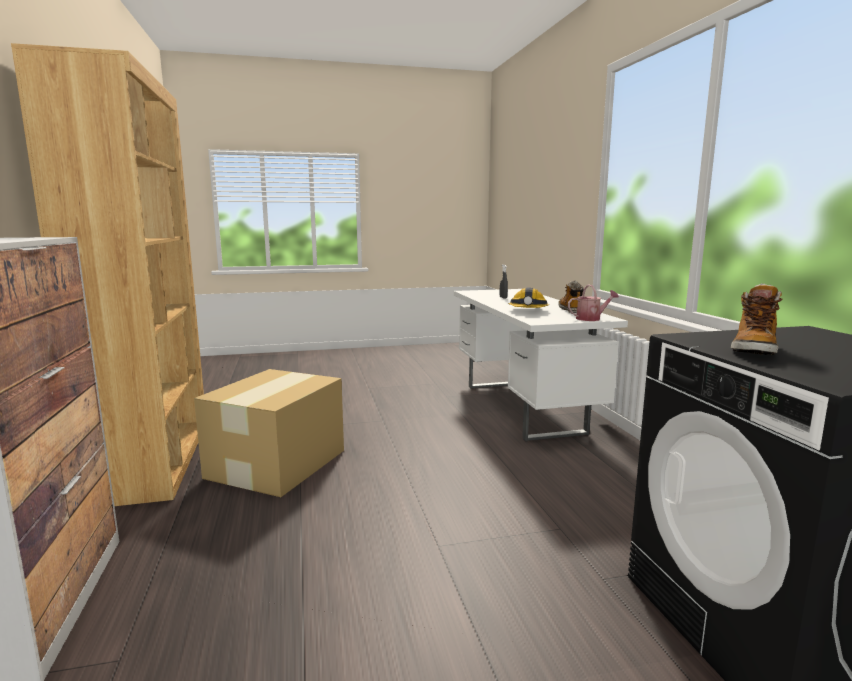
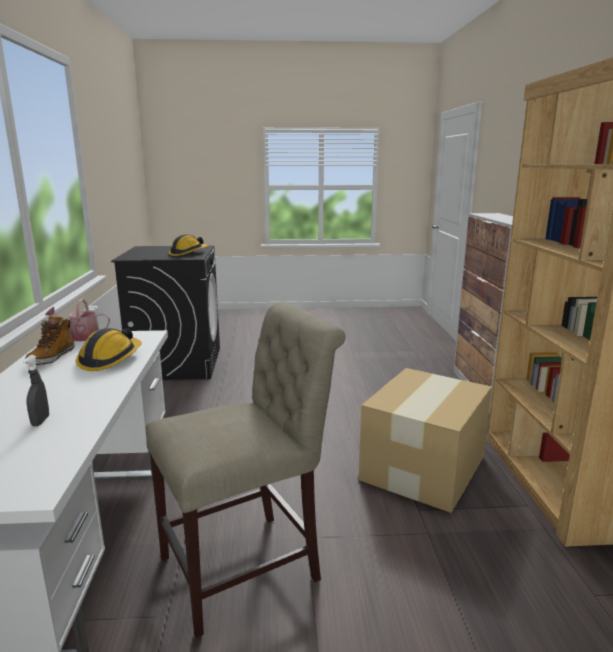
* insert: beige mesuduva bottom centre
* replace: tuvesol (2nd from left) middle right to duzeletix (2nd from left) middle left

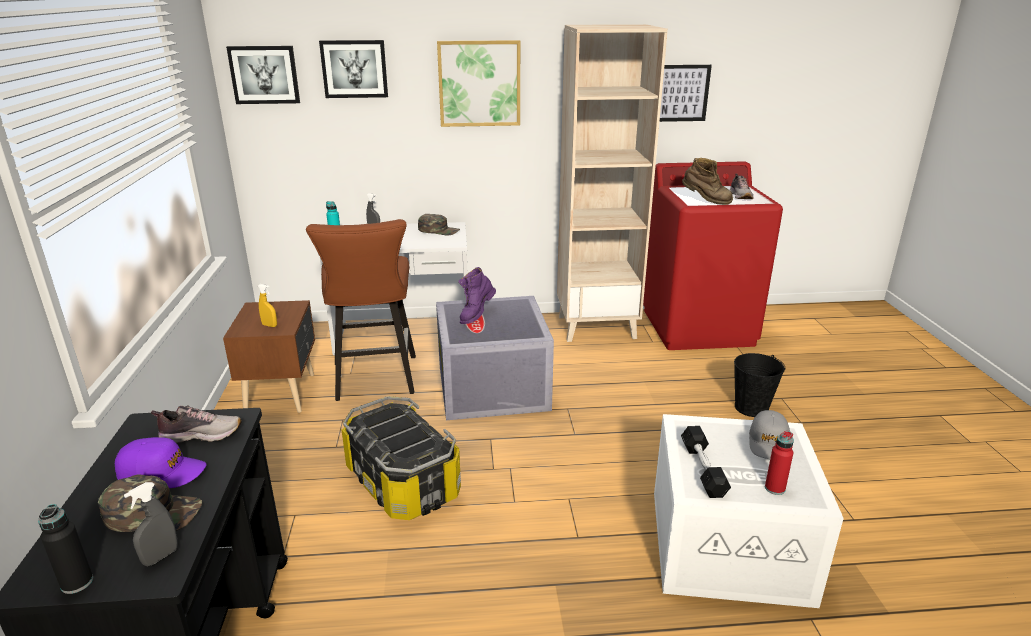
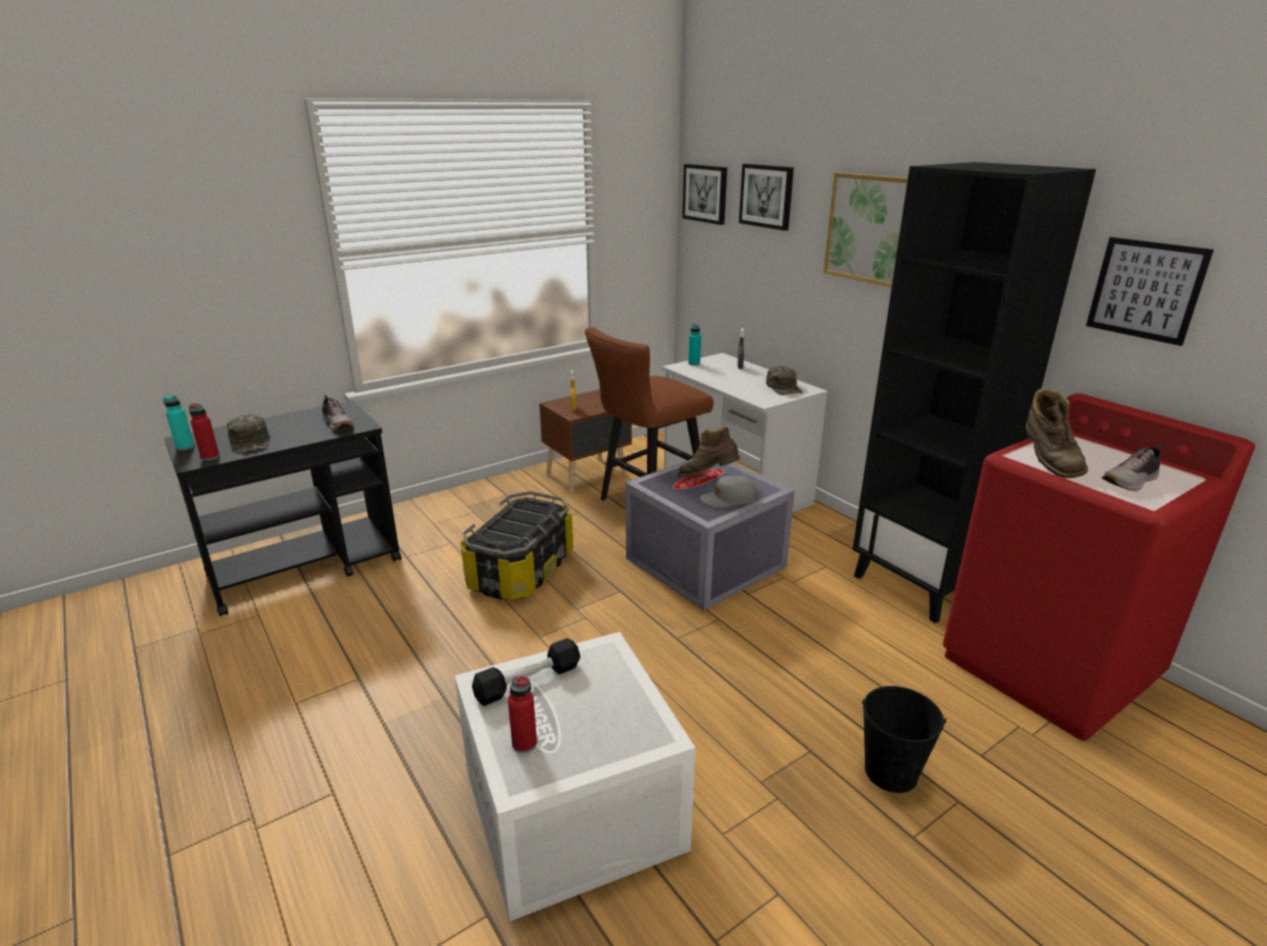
* recolor: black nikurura bottom left to turquoise nikurura (1st from left) middle left
* replace: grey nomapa (1st from left) bottom left to red nikurura (1st from left) middle left
* recolor: purple tuvesol centre to brown tuvesol (1st from left) centre
* move: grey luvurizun bottom right to centre
* recolor: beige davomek top centre to black davomek middle right
* delete: purple luvurizun bottom left

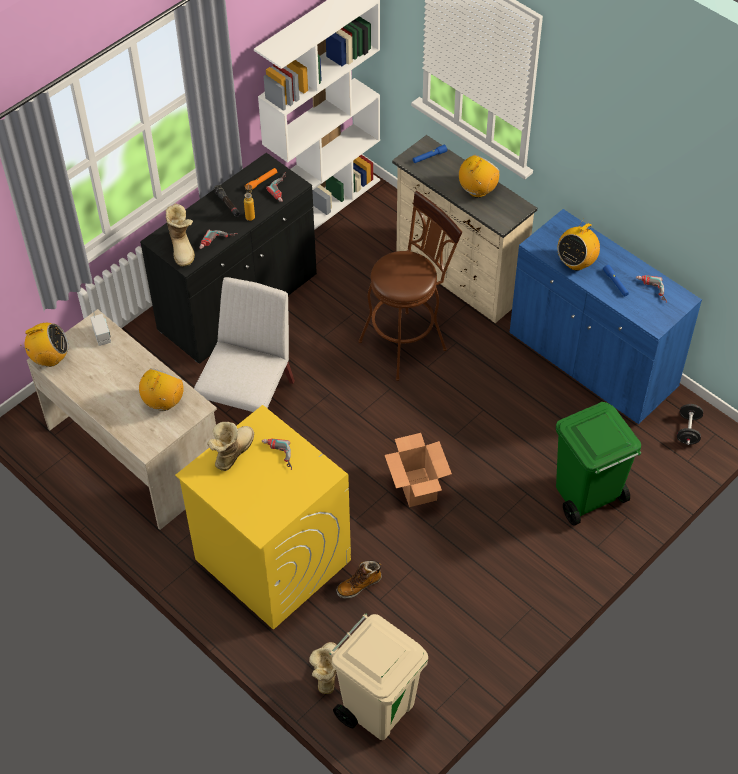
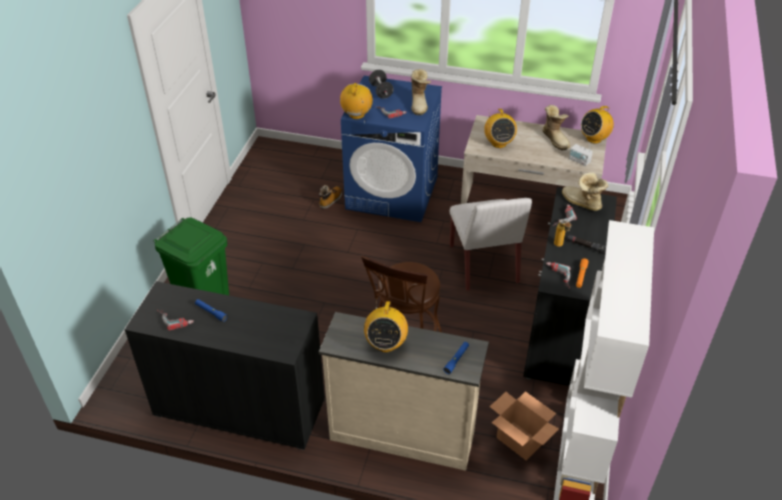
* recolor: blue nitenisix middle right to black nitenisix (1st from left) bottom left
* move: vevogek (5th from left in the first image) top right to vevogek (1st from left) top centre
* recolor: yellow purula bottom centre to blue purula top centre
* move: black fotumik middle right to top centre
* move: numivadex centre to bottom right
* move: tuvesol (3rd from left) bottom centre to top right
* delete: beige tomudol bottom centre

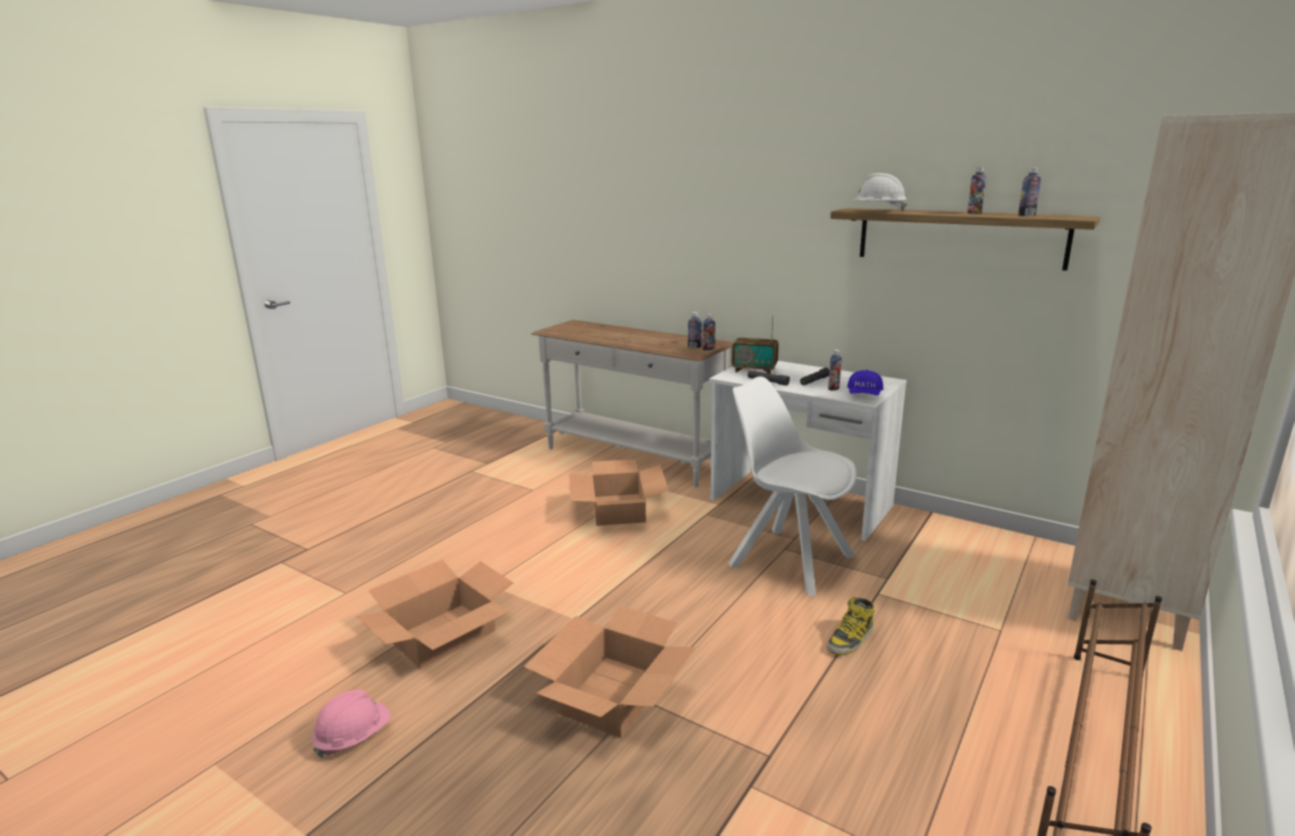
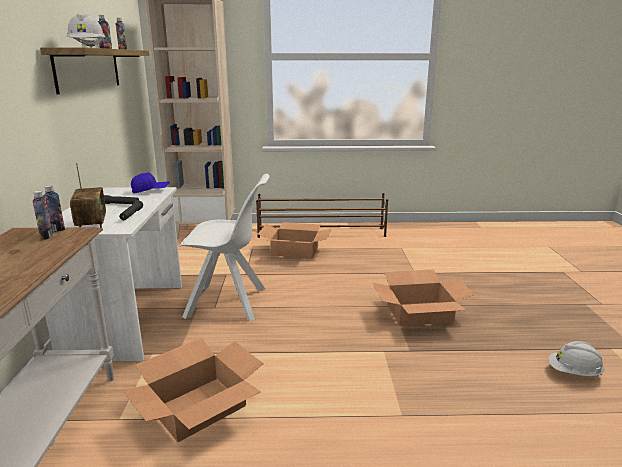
* rotate: white mesuduva centre = centre 90 degrees counterclockwise
* move: numivadex (1st from left in the first image) bottom centre to numivadex (2nd from left) centre
* recolor: pink duzeletix bottom left to white duzeletix (2nd from left) bottom right
* delete: tuvesol bottom centre
* delete: nikurura (3rd from left) centre

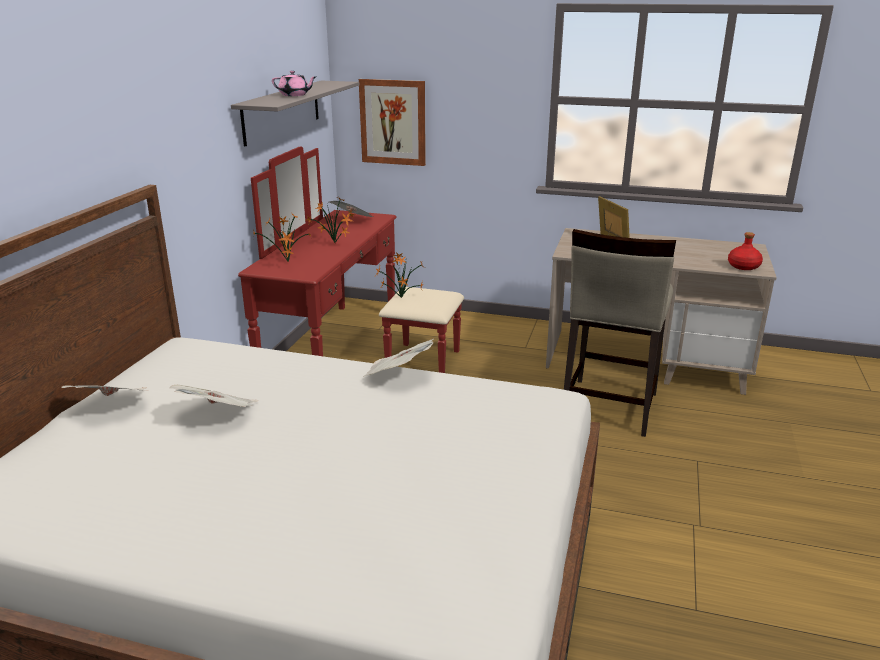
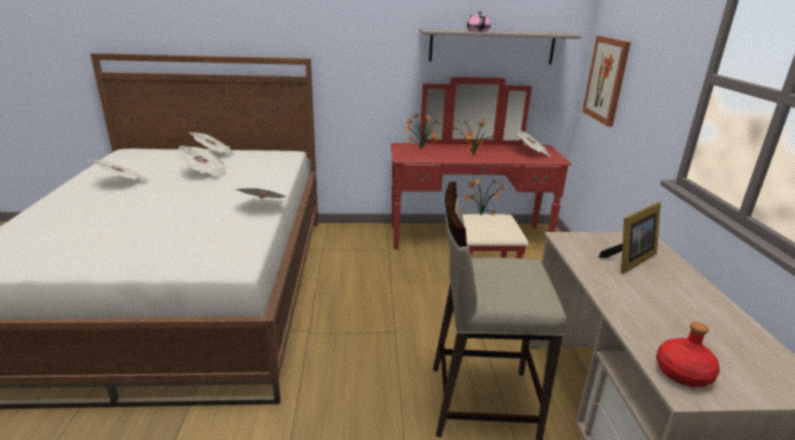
* insert: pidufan (1st from left) middle left

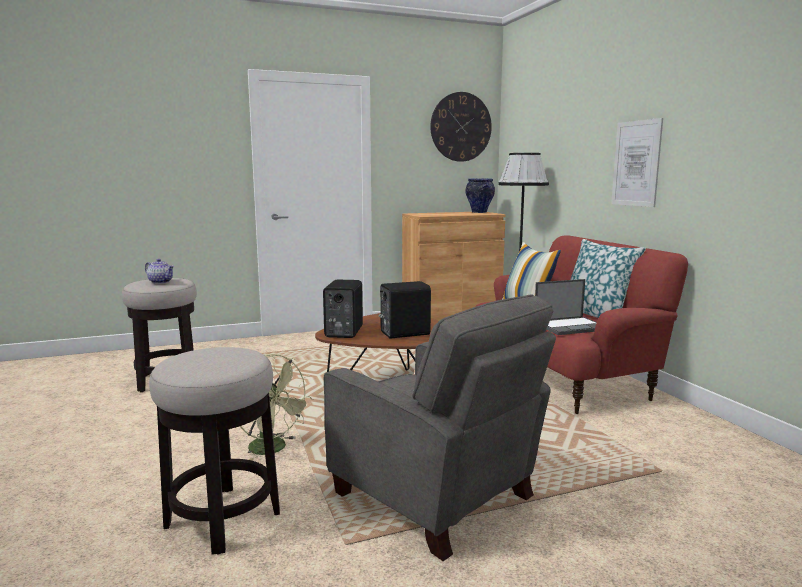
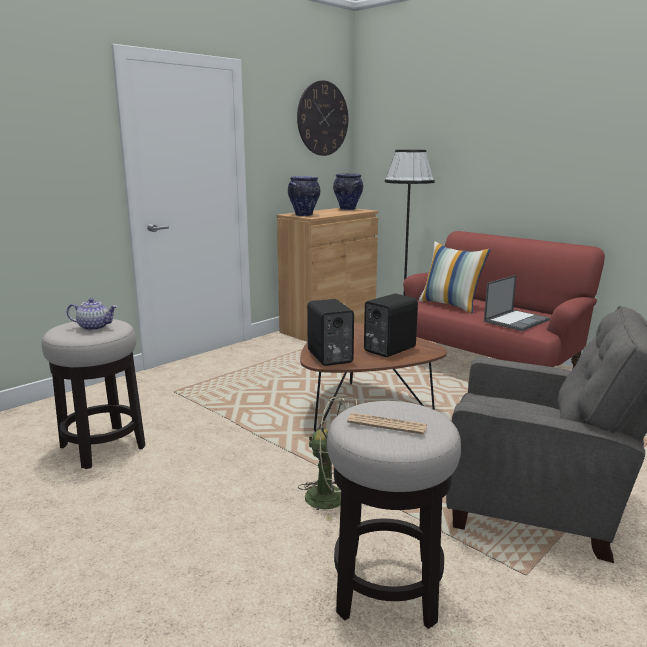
* insert: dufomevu (1st from left) top centre
* insert: pidufan centre
* delete: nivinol (2nd from left) middle right
* delete: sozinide top right

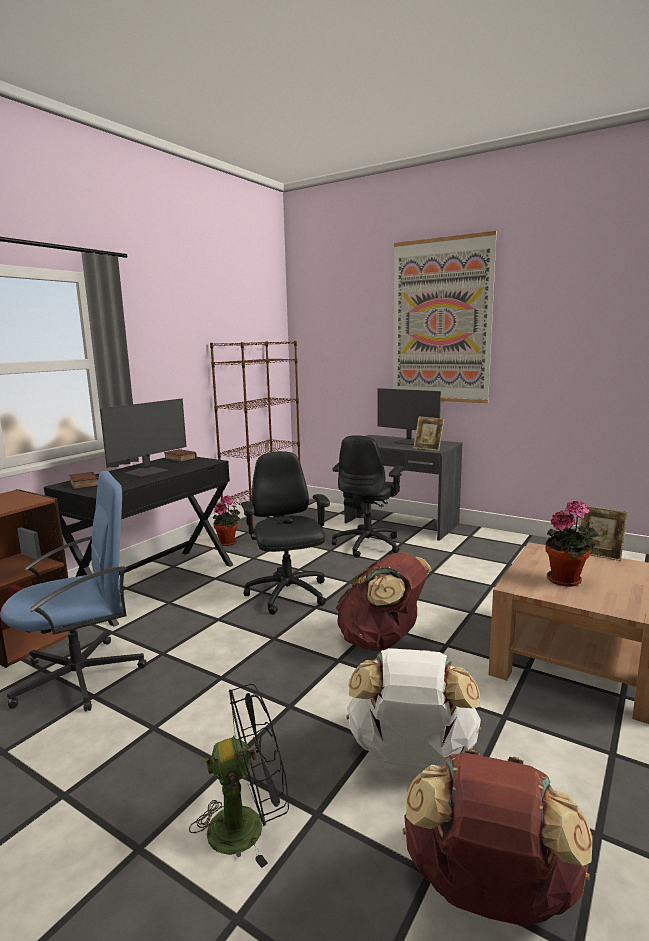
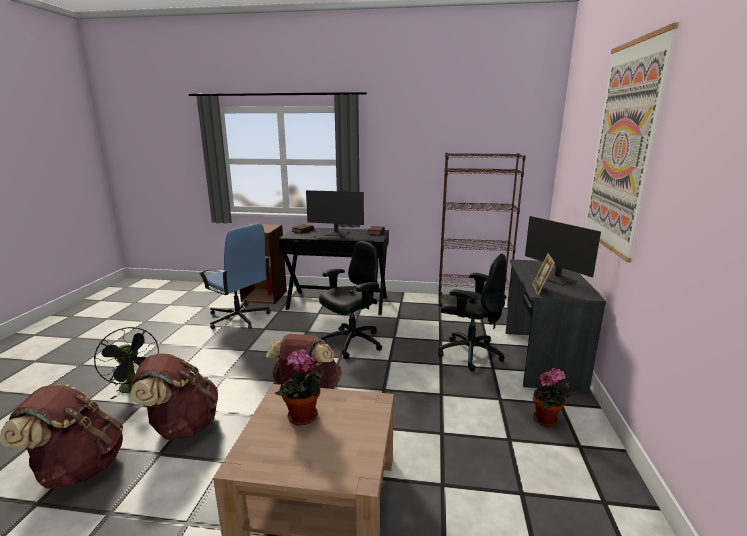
* recolor: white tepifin bottom centre to brown tepifin (2nd from left) bottom left
* rotate: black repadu (2nd from left) centre = centre 150 degrees counterclockwise
* rotate: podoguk (2nd from left) centre = middle right 45 degrees counterclockwise
* move: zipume (1st from left in the first image) centre to zipume (2nd from left) bottom right
* delete: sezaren (2nd from left) middle right

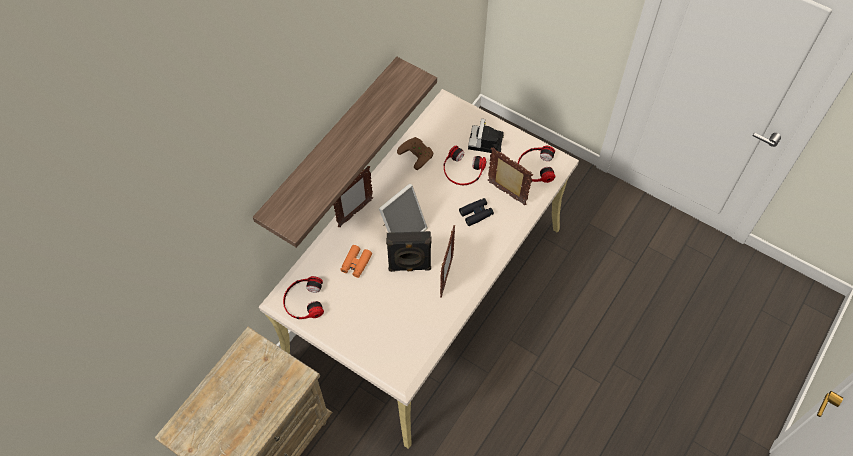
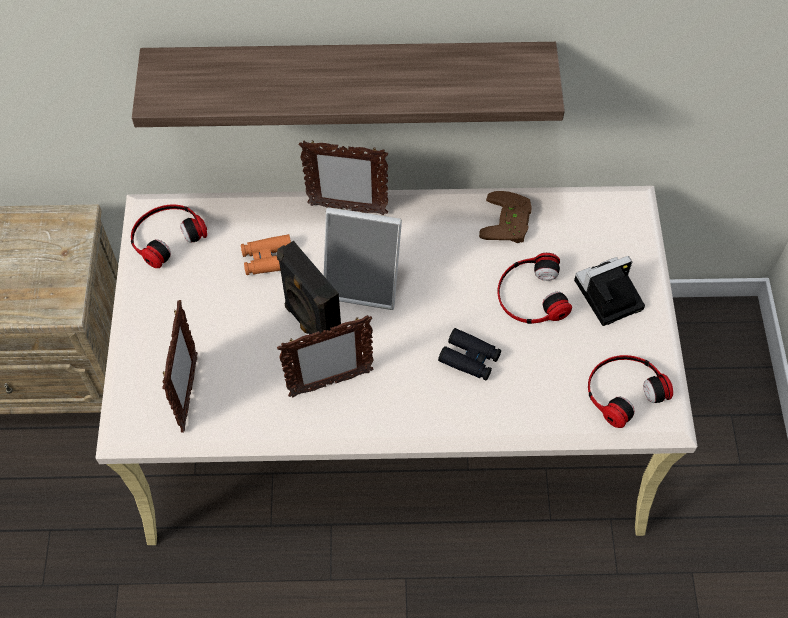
* move: sezaren (4th from left in the first image) centre to sezaren (1st from left) middle left

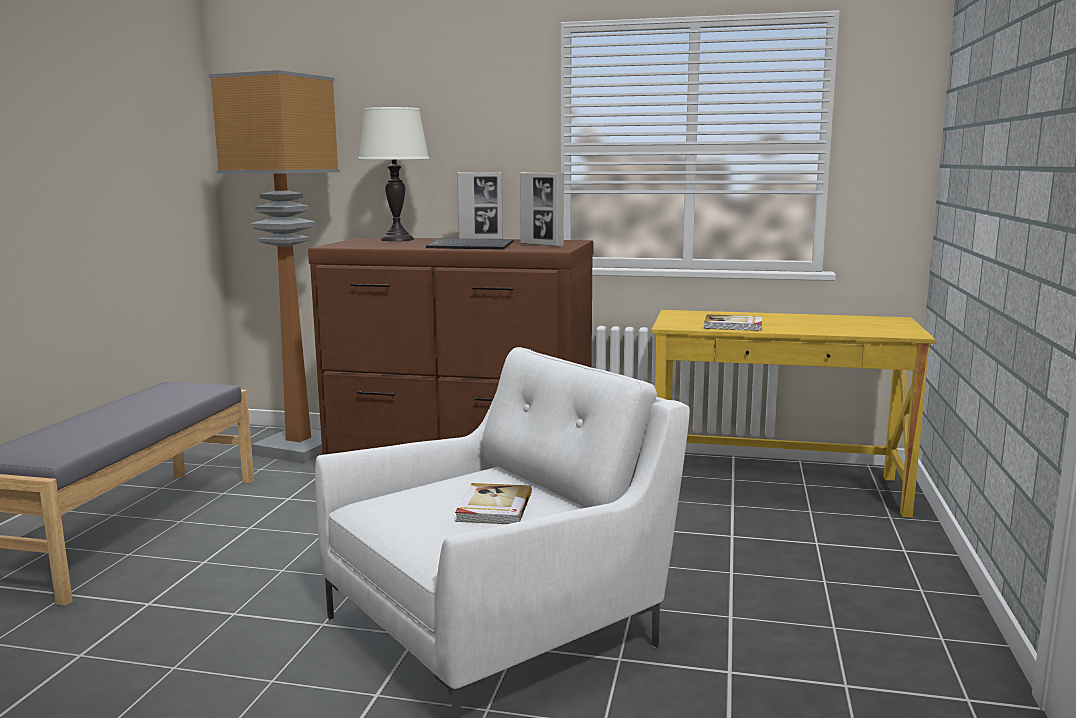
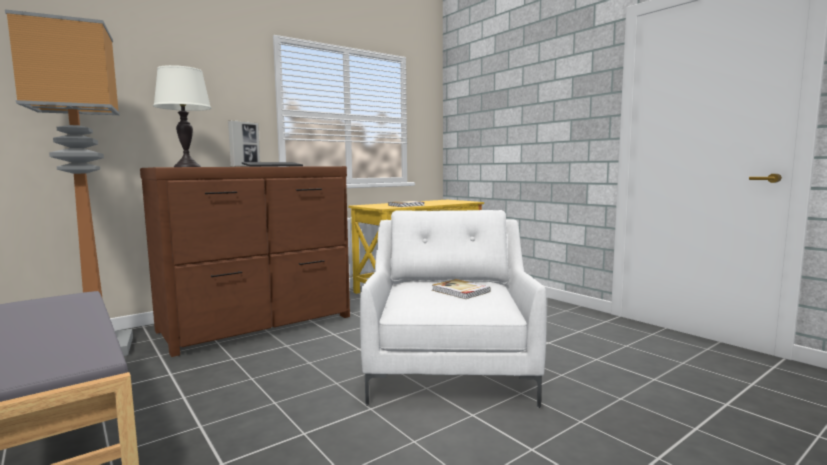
* delete: sezaren (2nd from left) top centre

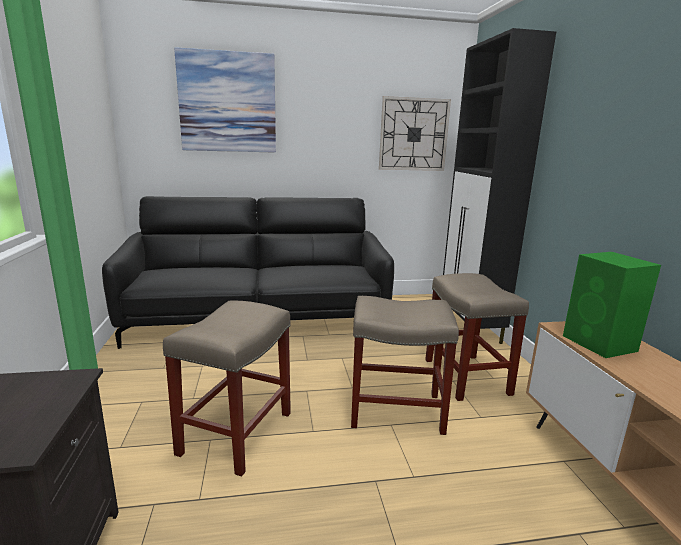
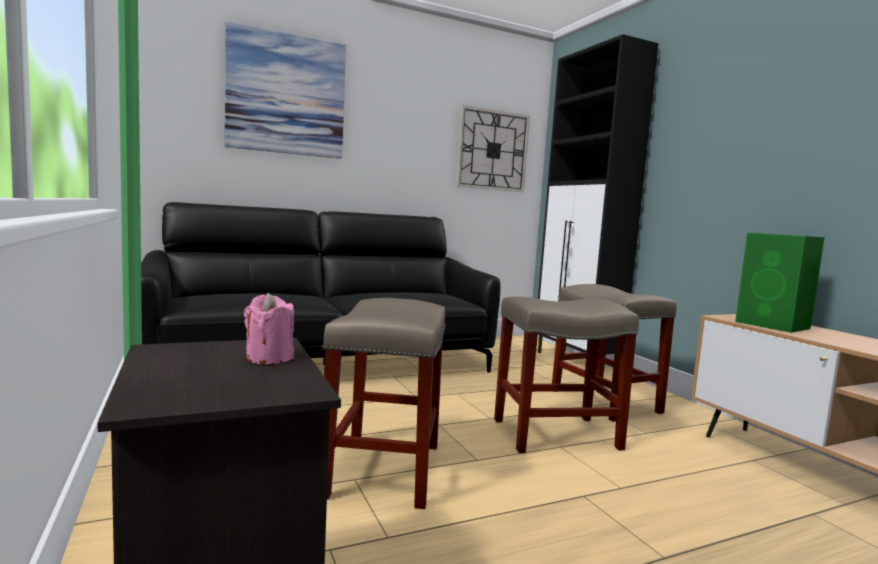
* insert: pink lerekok middle left

